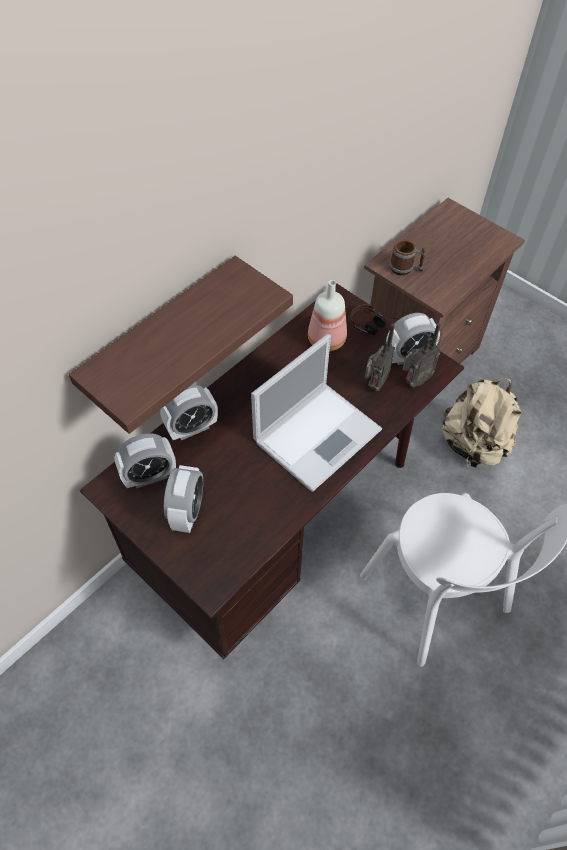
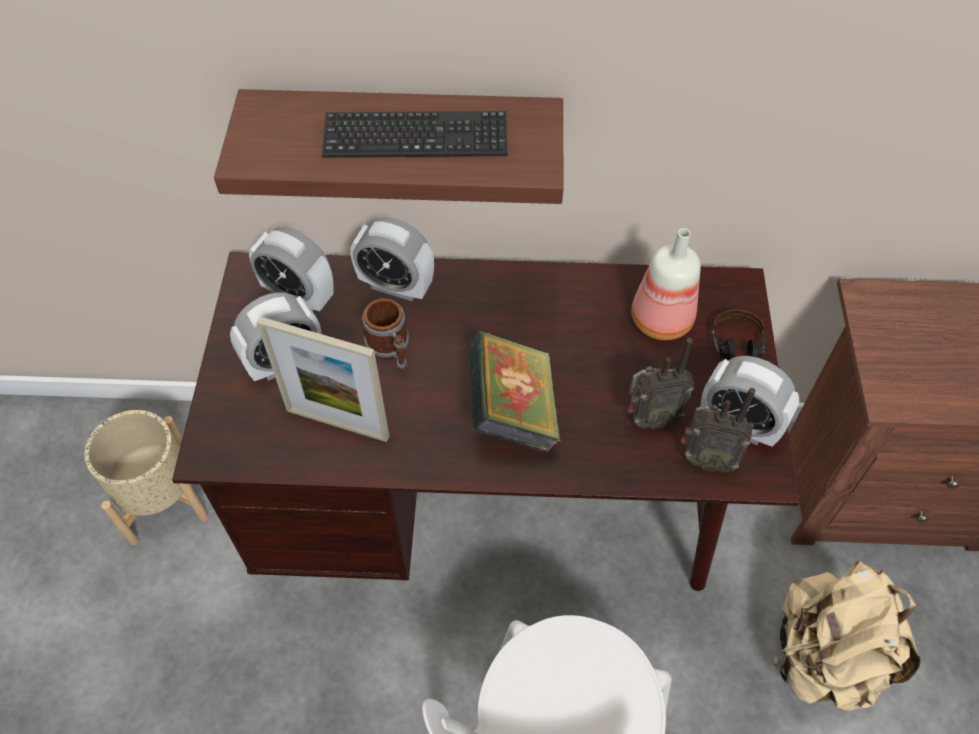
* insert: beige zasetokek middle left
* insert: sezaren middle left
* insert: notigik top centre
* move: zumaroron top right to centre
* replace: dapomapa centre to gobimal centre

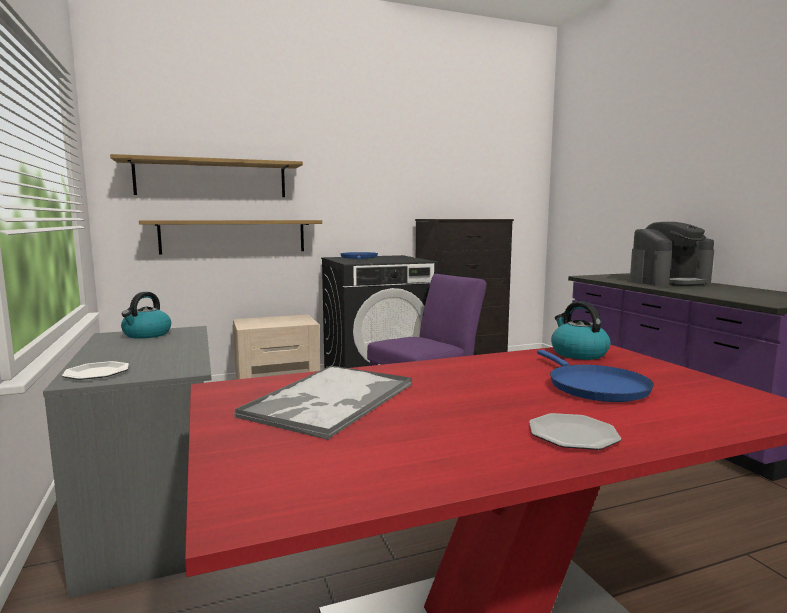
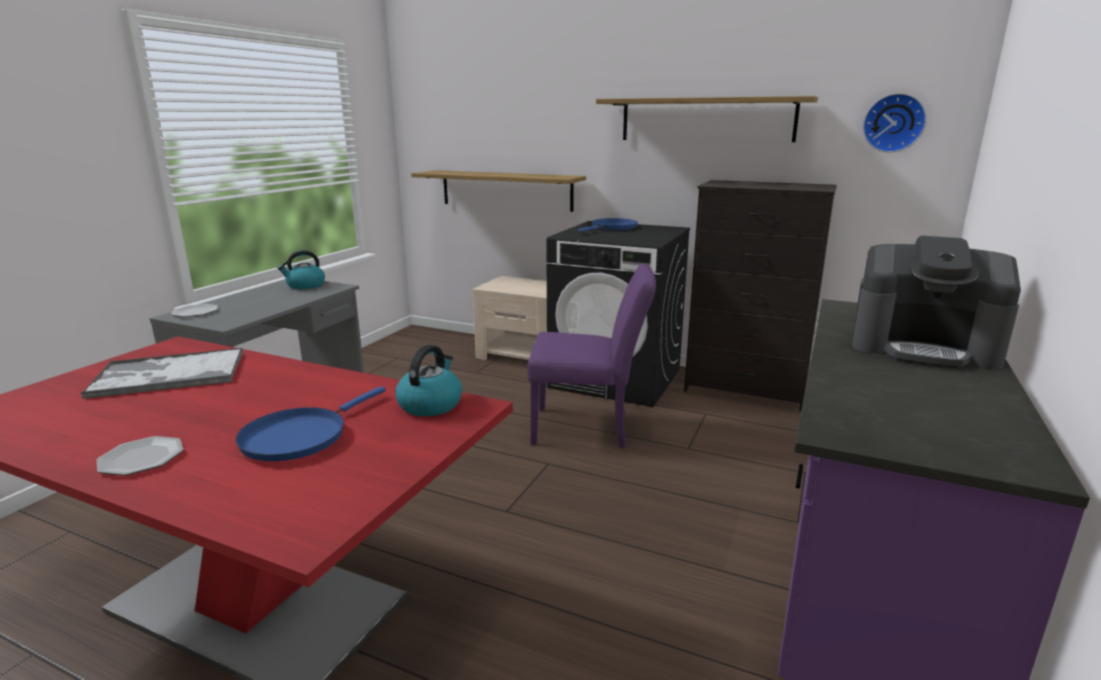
* move: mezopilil (1st from left in the first image) top left to mezopilil (2nd from left) top centre
* insert: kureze top right

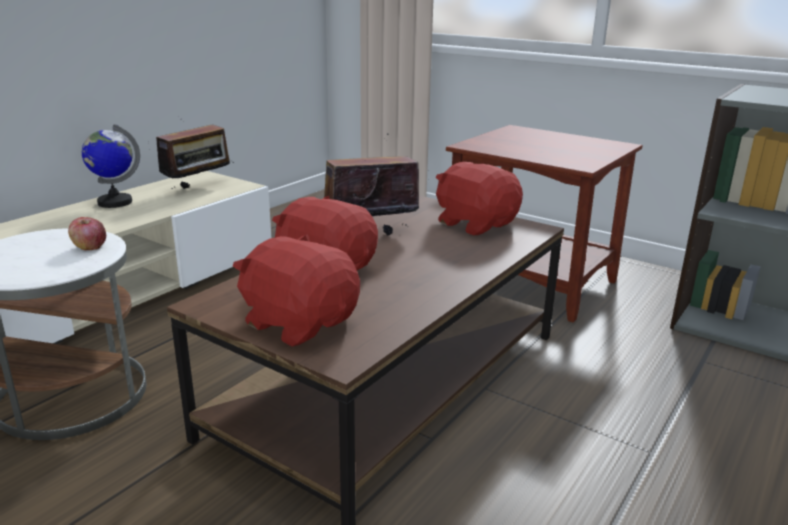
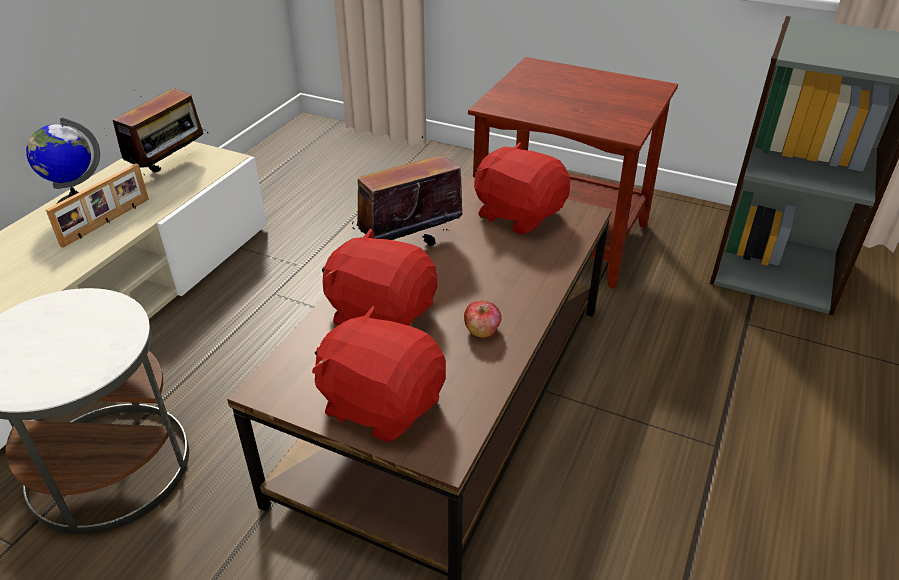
* insert: sezaren middle left
* move: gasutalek middle left to centre

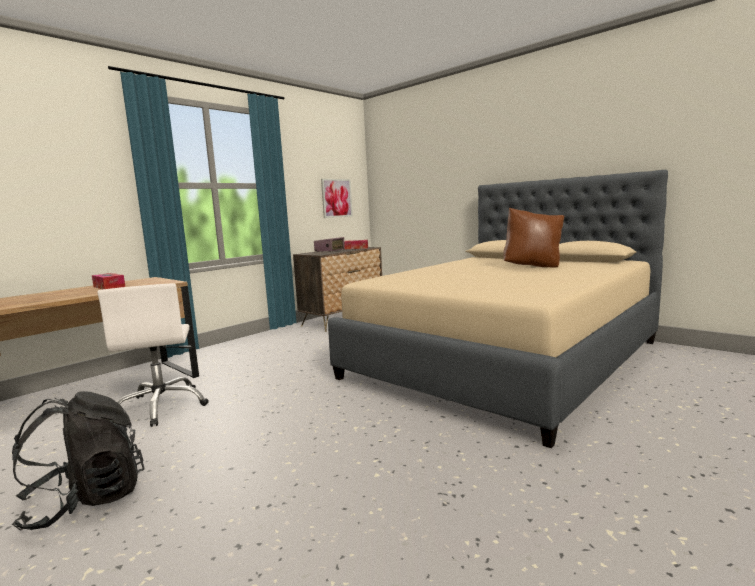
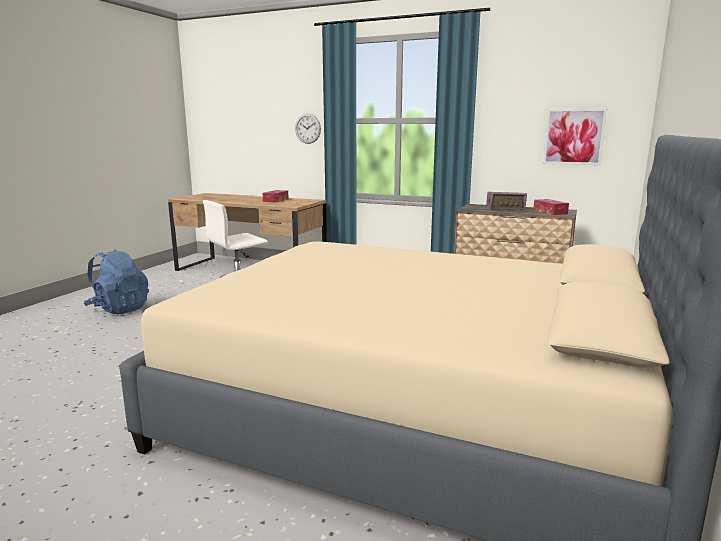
* recolor: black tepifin bottom left to blue tepifin middle left
* insert: kureze top centre
* delete: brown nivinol middle right

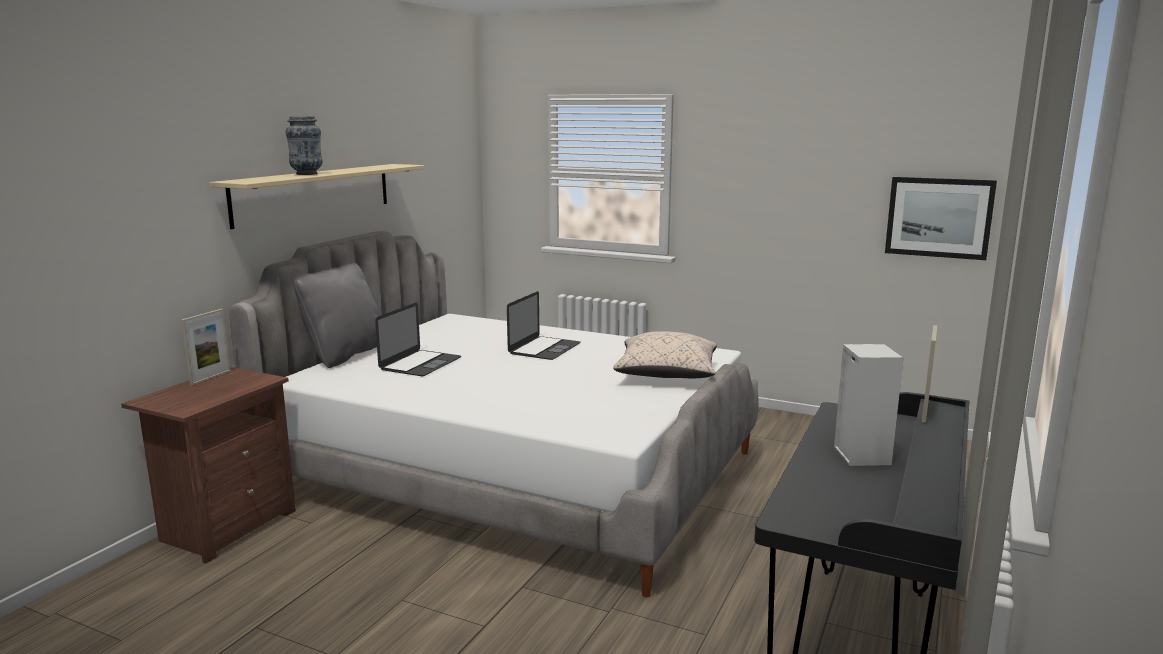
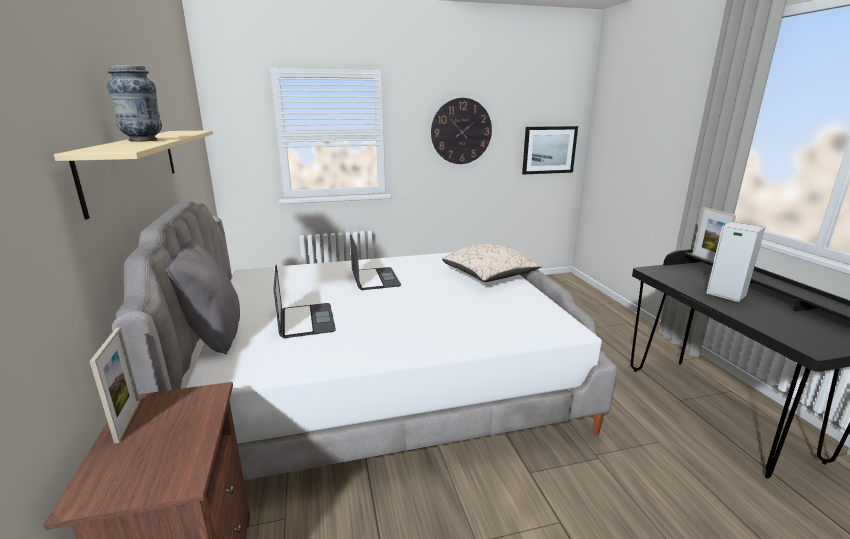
* insert: kureze top centre

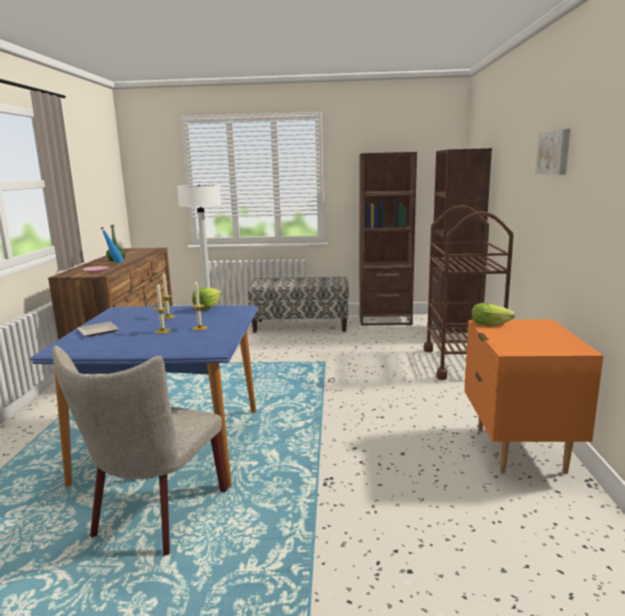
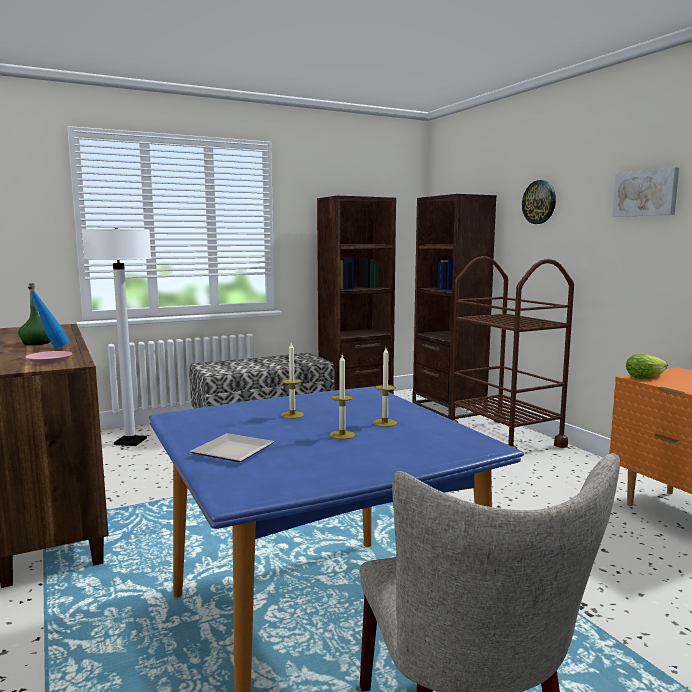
* insert: kureze top right
* delete: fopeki (1st from left) middle left

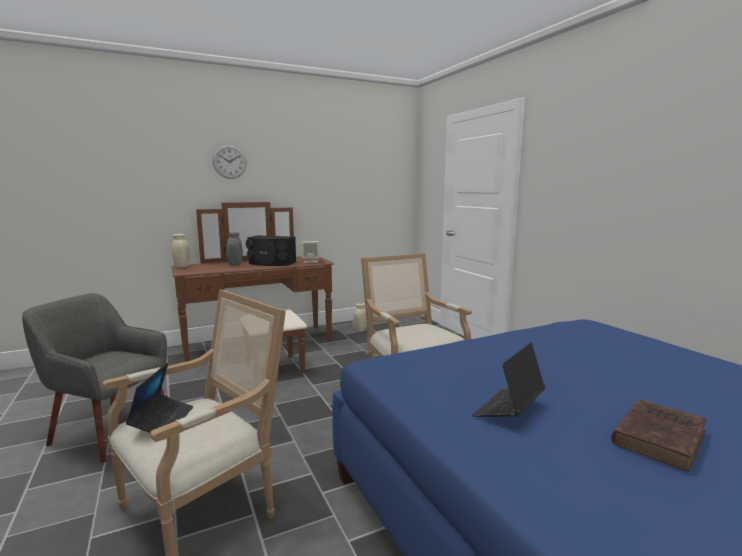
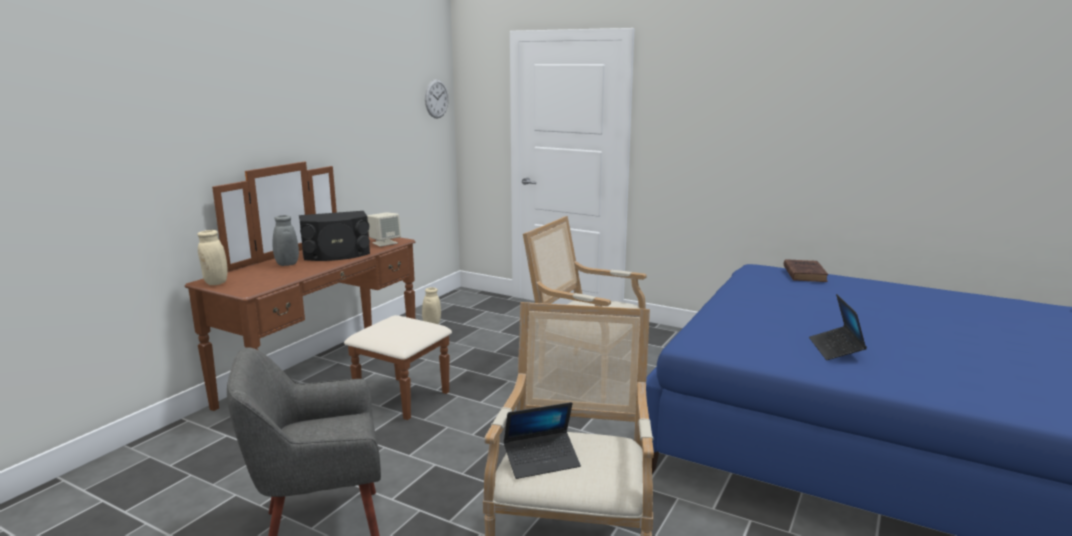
* move: kureze top left to top centre
* rotate: dapomapa (1st from left) bottom left = bottom centre 105 degrees clockwise
* move: brown gobimal bottom right to middle right

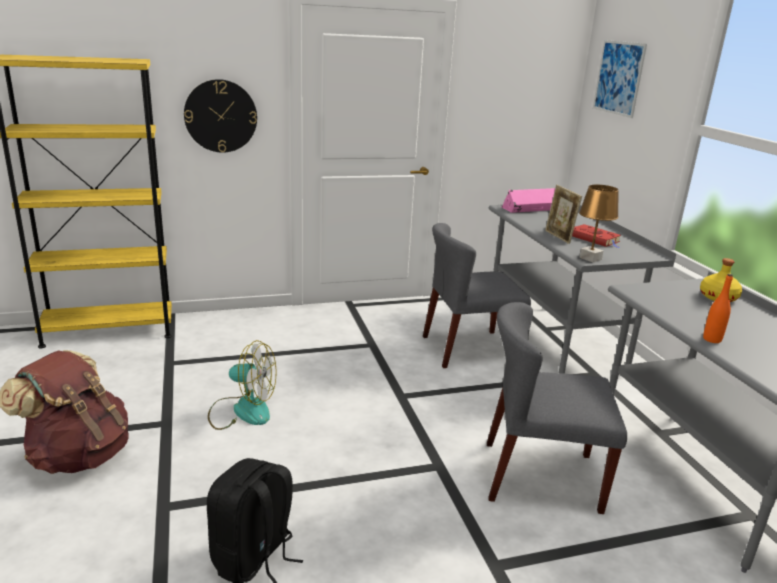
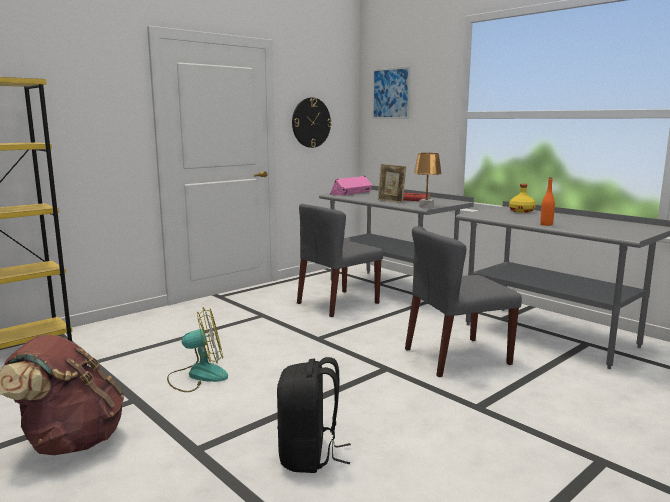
* move: kureze top left to top centre

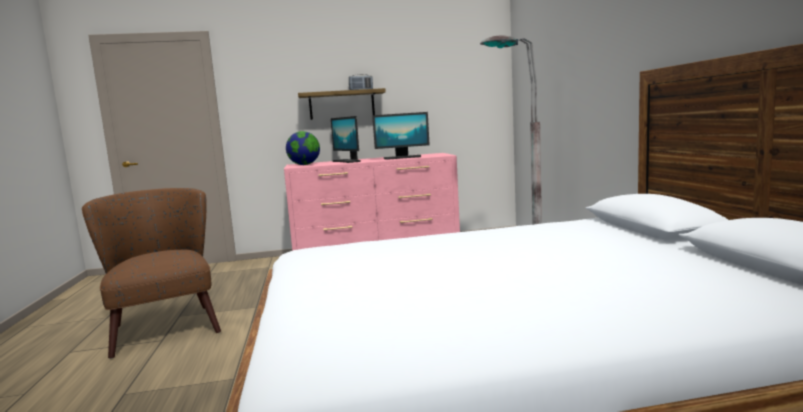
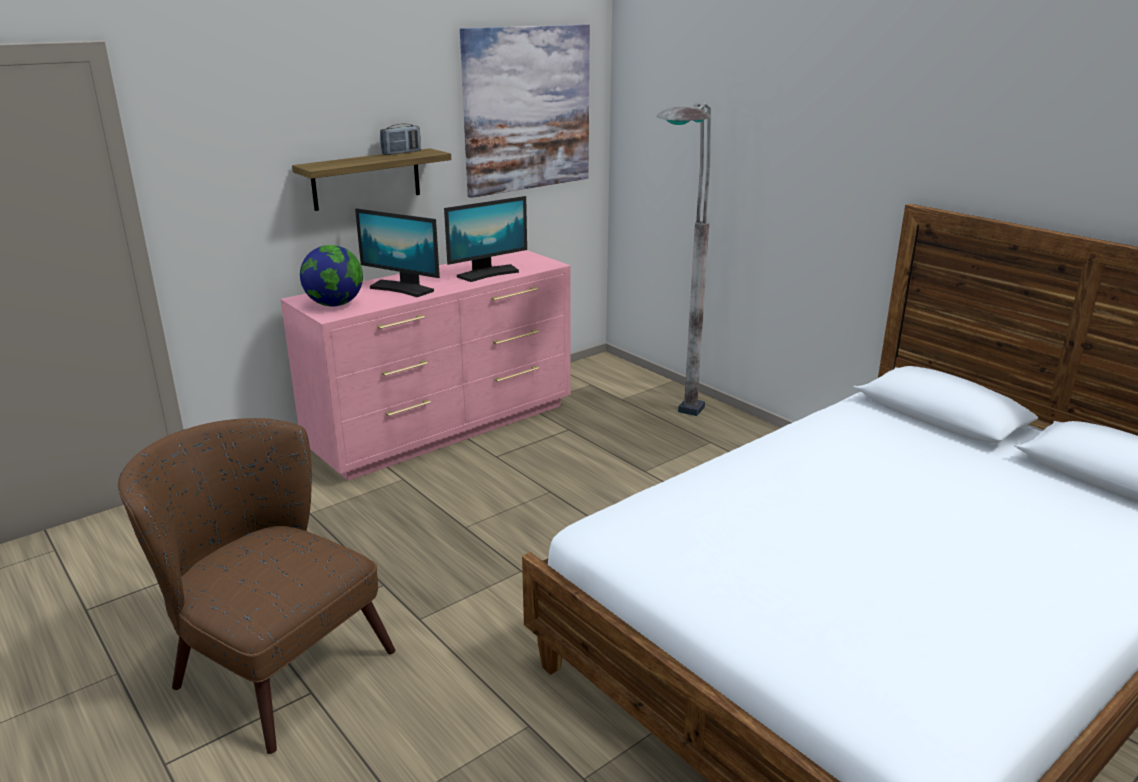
* insert: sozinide top centre

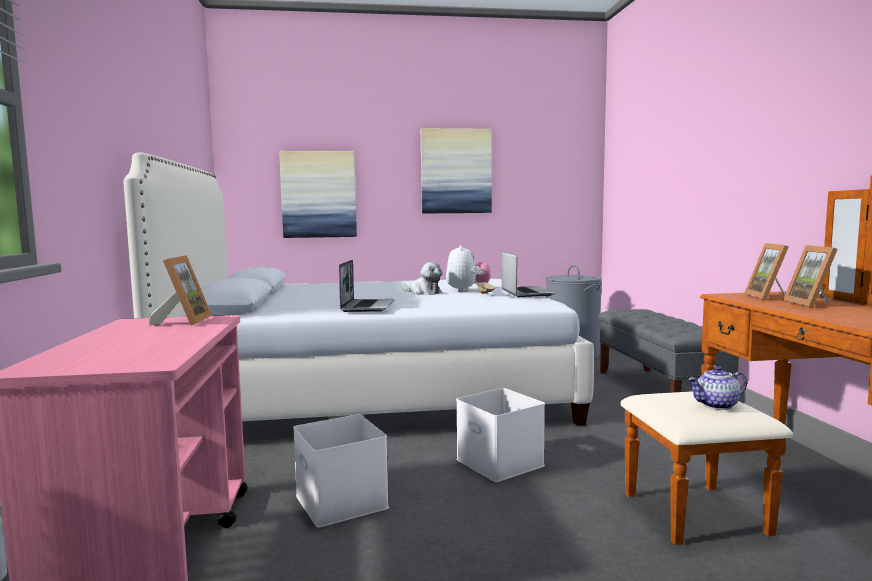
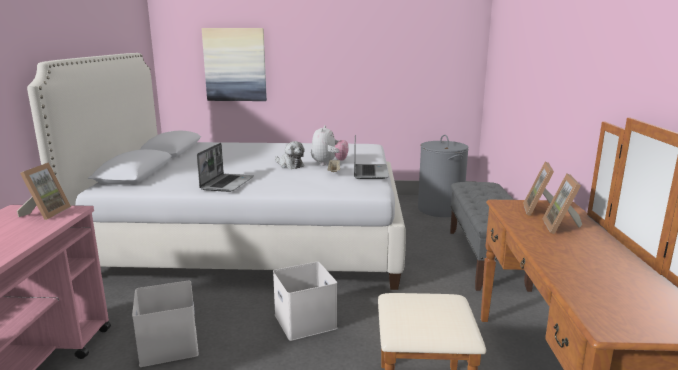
* delete: sozinide (2nd from left) top centre
* delete: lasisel bottom right

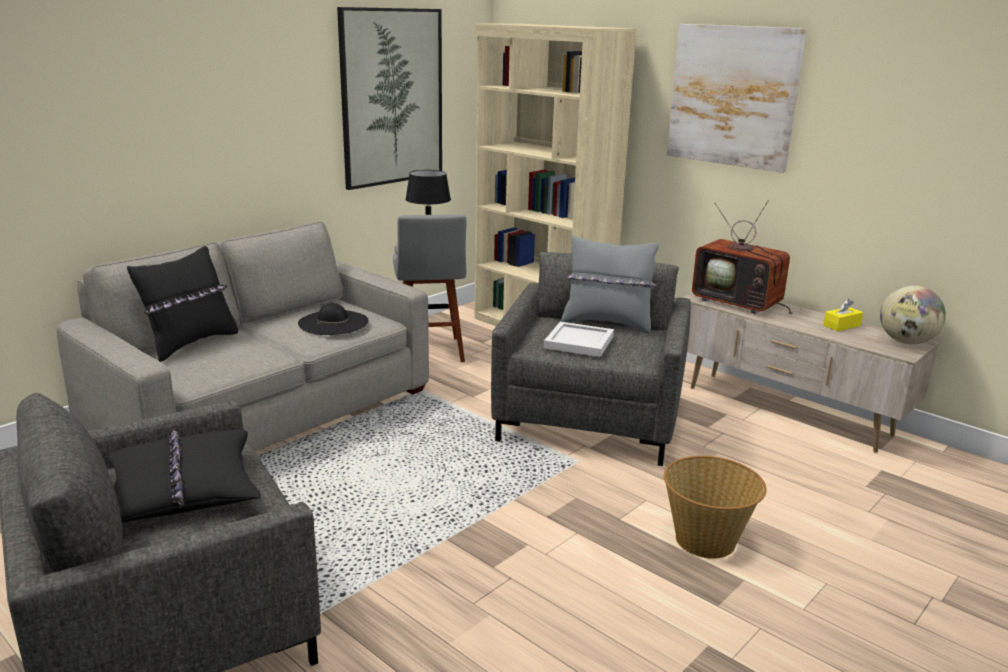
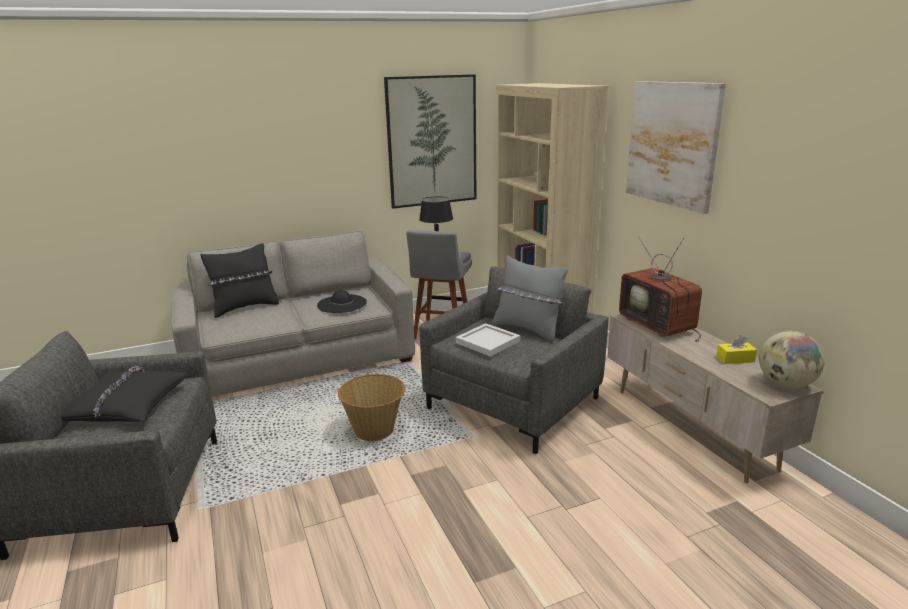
* move: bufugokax bottom right to bottom centre

